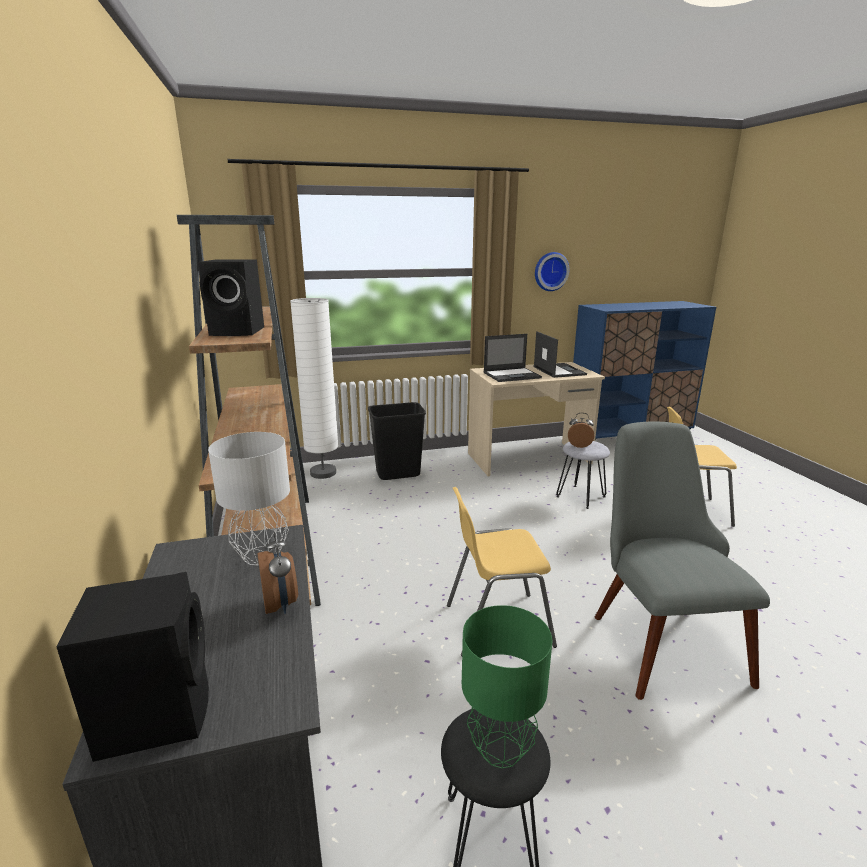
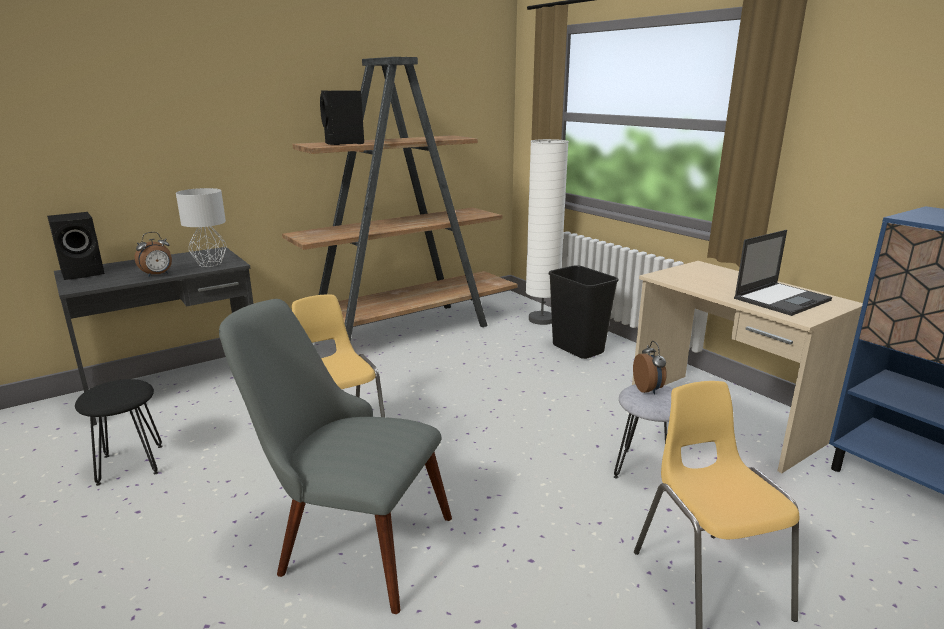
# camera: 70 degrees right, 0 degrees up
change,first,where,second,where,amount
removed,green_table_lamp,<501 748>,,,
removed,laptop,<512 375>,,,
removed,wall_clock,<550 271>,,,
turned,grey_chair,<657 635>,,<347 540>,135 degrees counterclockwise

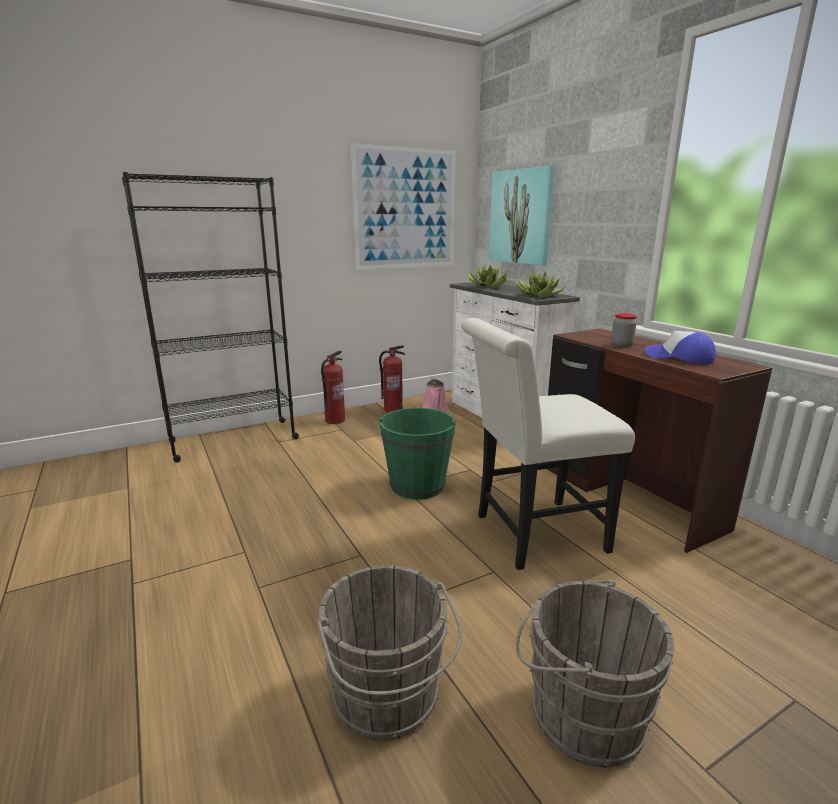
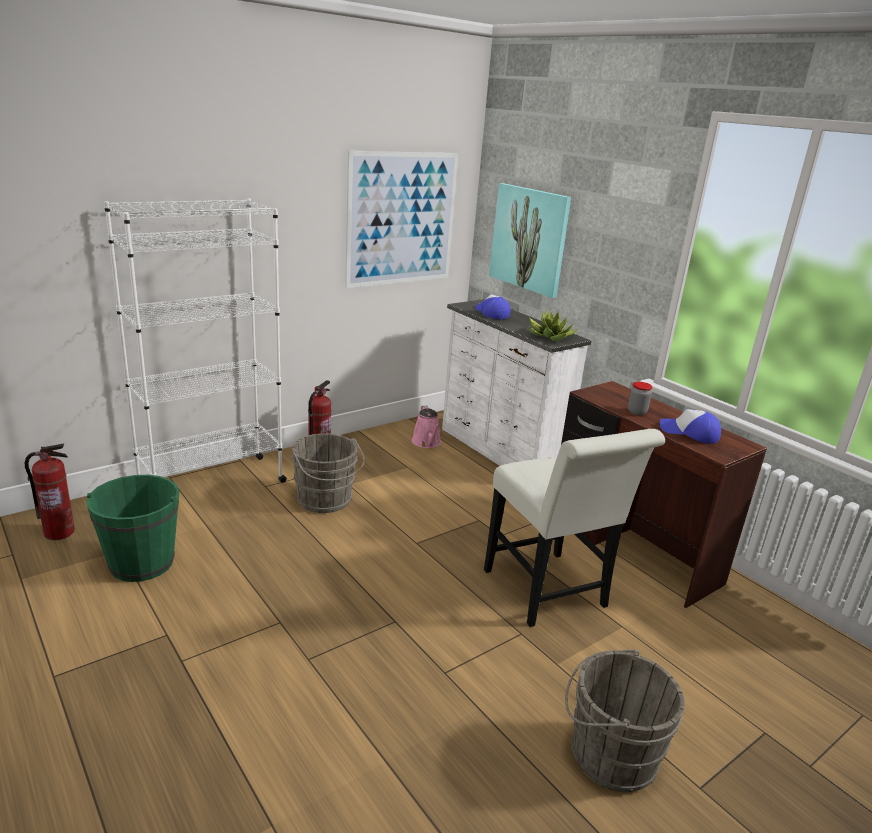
# camera: 10 degrees left, 5 degrees up
change,first,where,second,where,amount
recoloured,black_bookcase,<233 440>,white_bookcase,<212 484>,
moved,grey_bucket,<388 700>,,<326 501>,
moved,fire_extinguisher,<393 410>,,<60 532>,
moved,green_bucket,<417 485>,,<141 563>,
turned,white_chair,<531 534>,,<549 594>,90 degrees counterclockwise
replaced,potted_plant,<488 286>,cap,<491 313>,

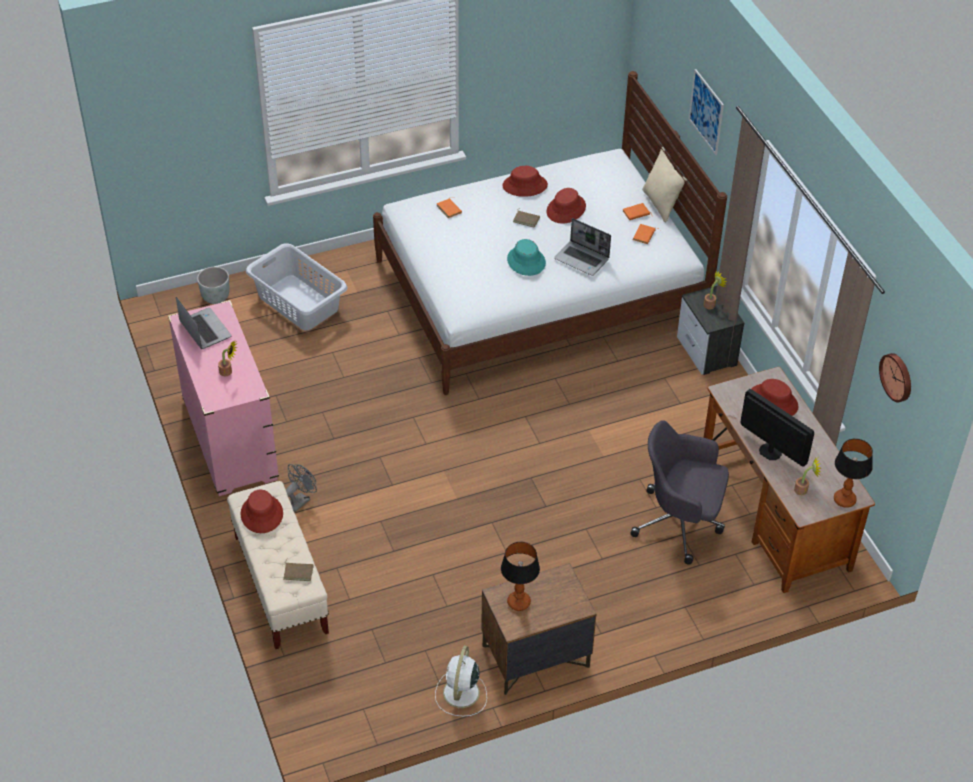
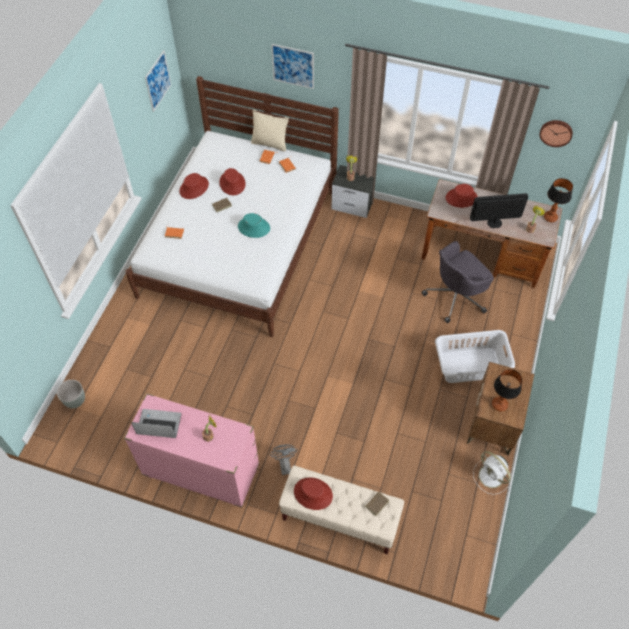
# camera: 50 degrees left, 10 degrees up
change,first,where,second,where,amount
moved,white_laundry_basket,<298 302>,,<469 365>,
removed,laptop,<582 259>,,,
added,,,picture,<158 81>,

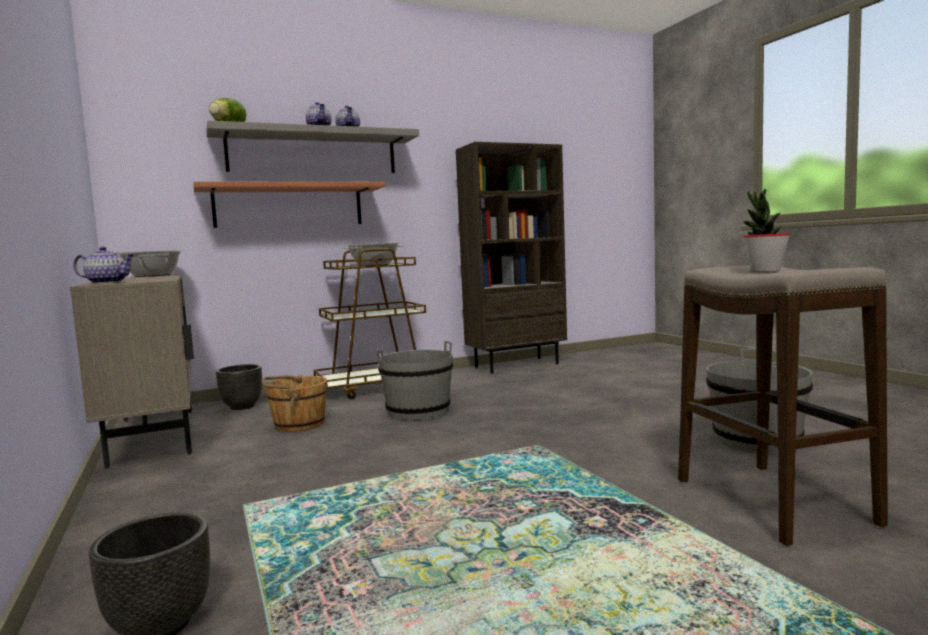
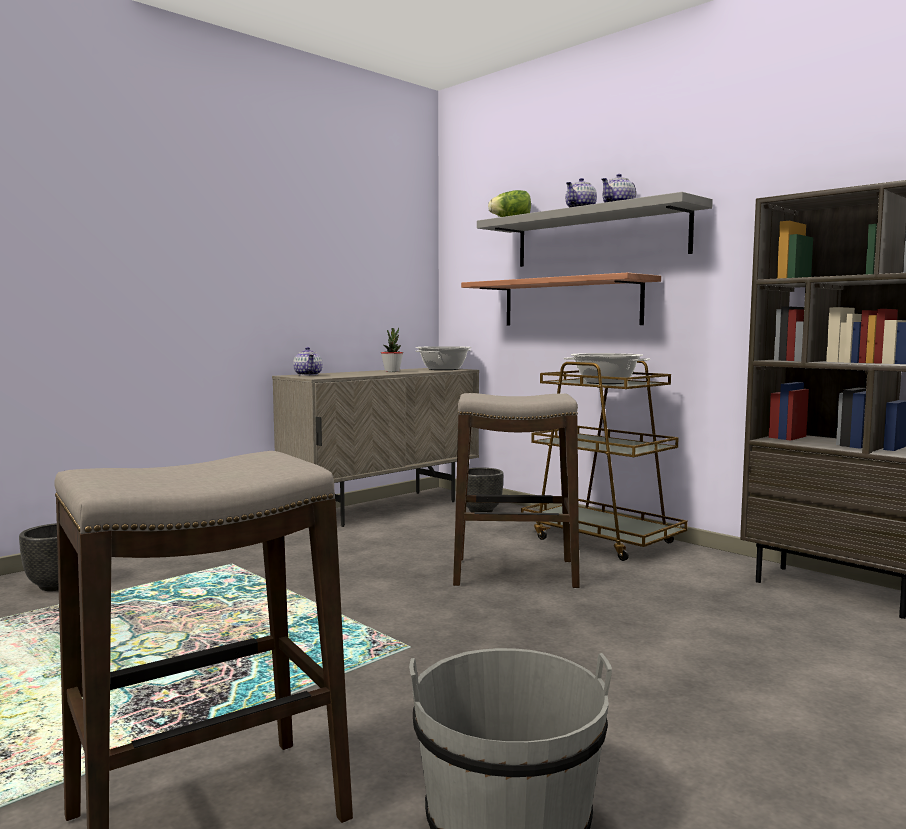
# camera: 70 degrees right, 0 degrees up
change,first,where,second,where,amount
removed,brown_bucket,<298 424>,,,
replaced,grey_bucket,<418 411>,stool,<514 573>,
moved,potted_plant,<765 271>,,<392 371>,

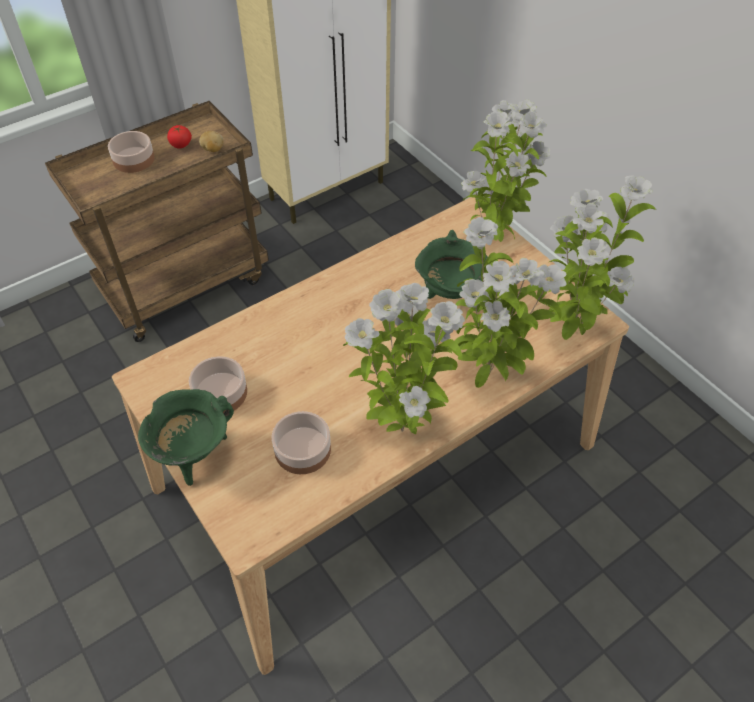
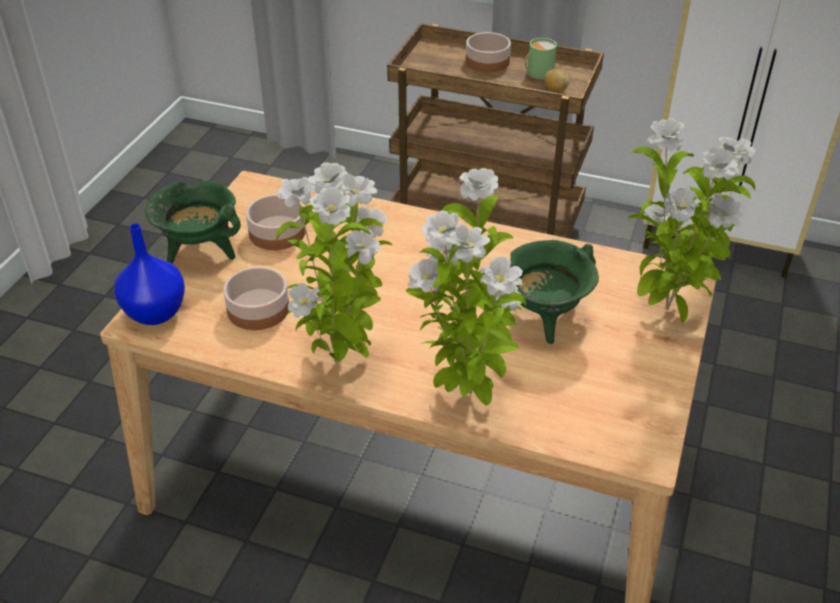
# camera: 55 degrees right, 10 degrees down
change,first,where,second,where,amount
replaced,tomato,<181 145>,green_mug,<537 73>,
removed,potted_plant,<571 330>,,,
added,,,blue_vase,<154 312>,

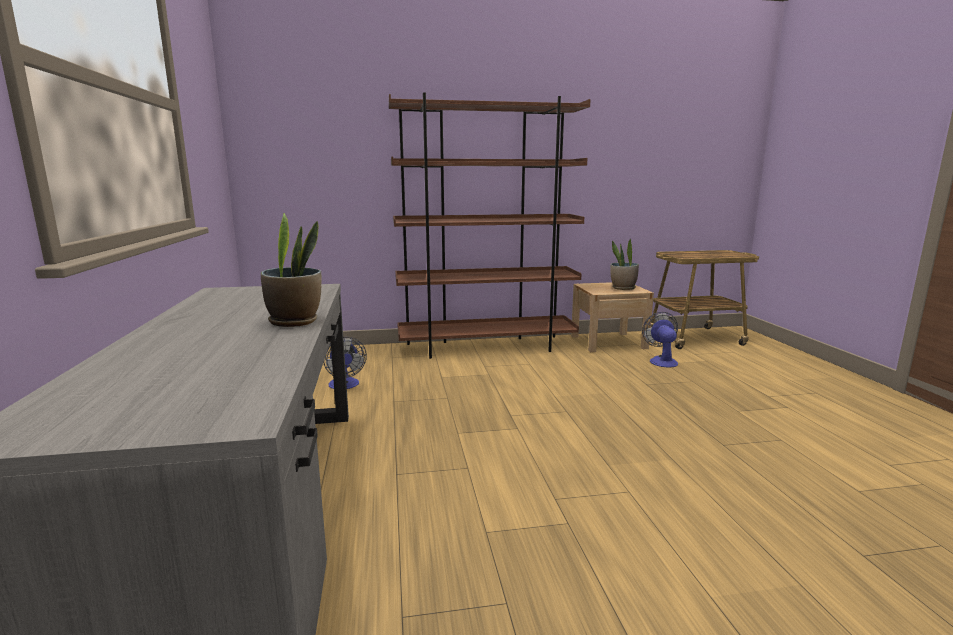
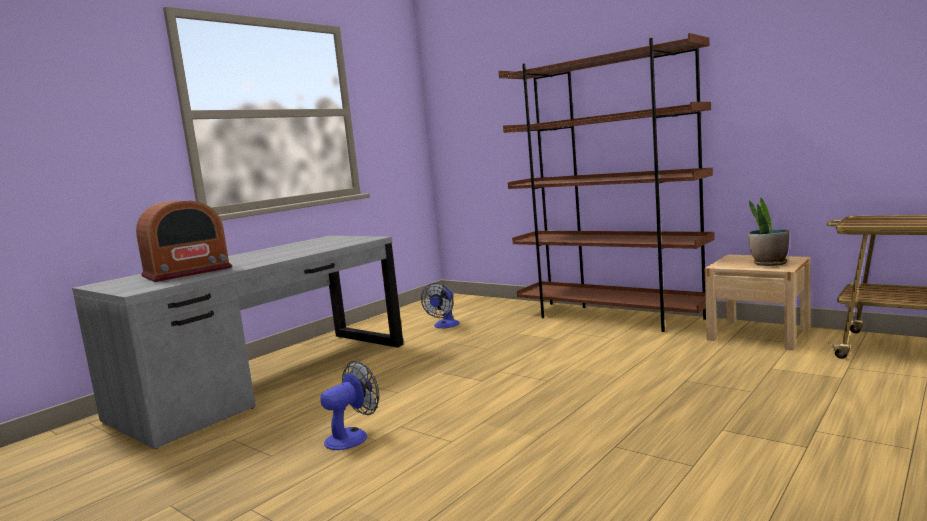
# camera: 50 degrees right, 5 degrees down
change,first,where,second,where,amount
removed,potted_plant,<295 321>,,,
moved,fan,<661 360>,,<352 436>,
added,,,radio,<187 272>,

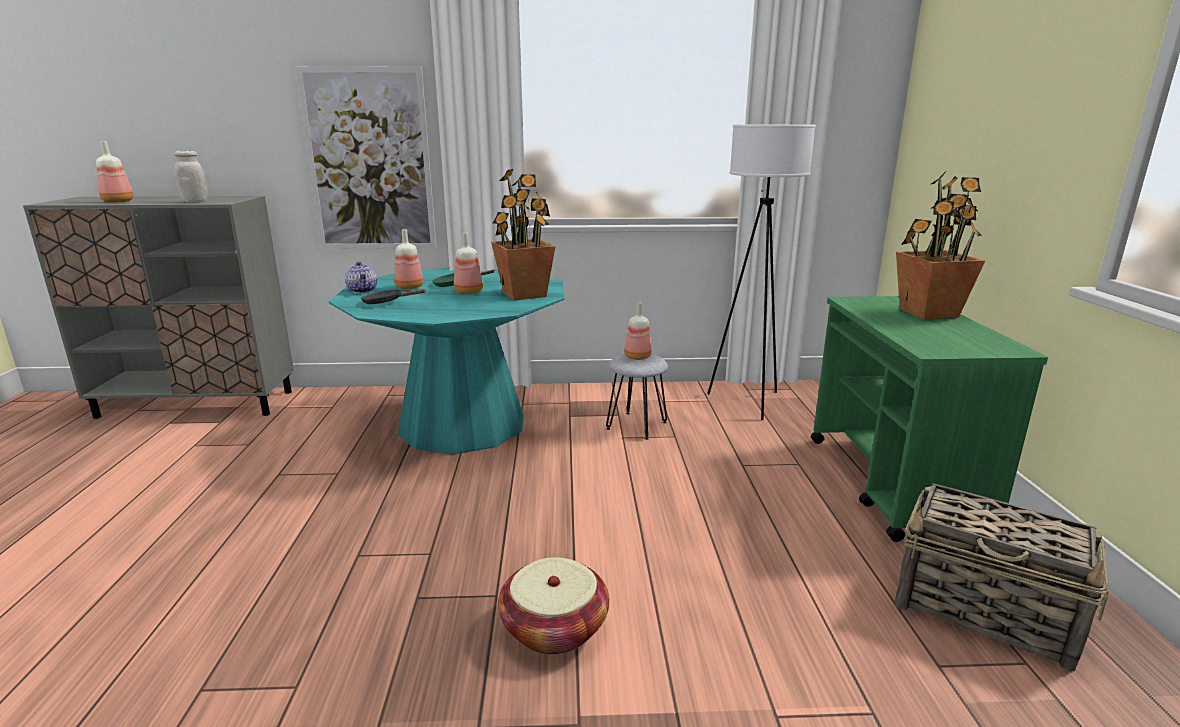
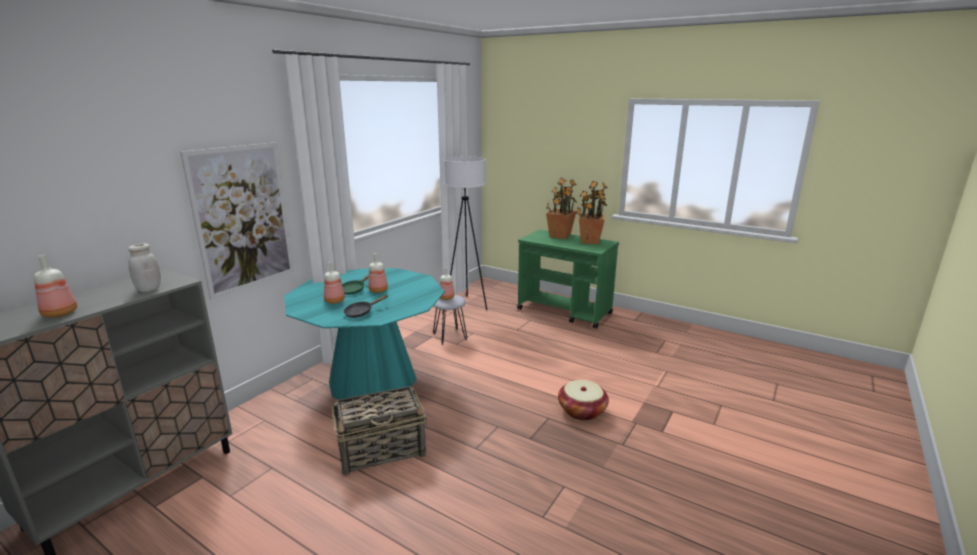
# camera: 55 degrees left, 0 degrees up
change,first,where,second,where,amount
removed,teapot,<363 290>,,,
moved,potted_plant,<525 294>,,<589 241>,
moved,basket,<986 611>,,<382 450>,

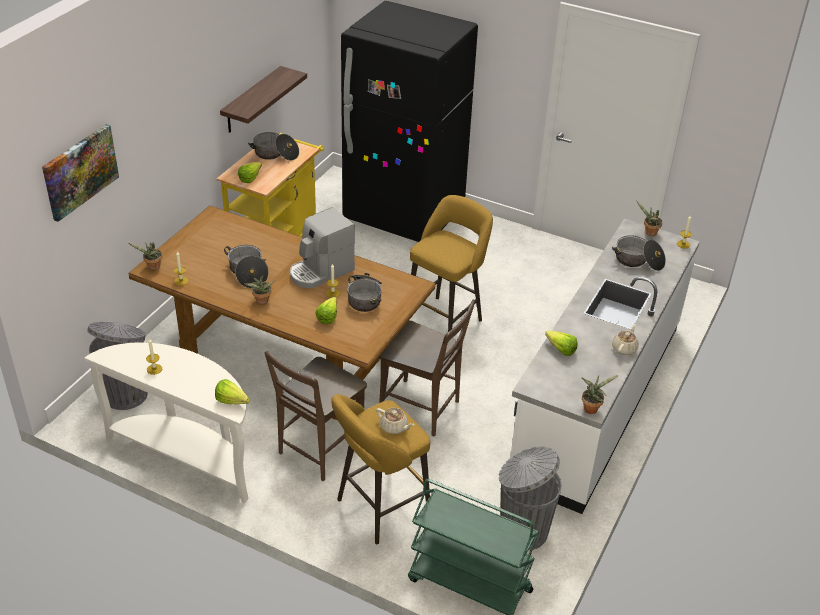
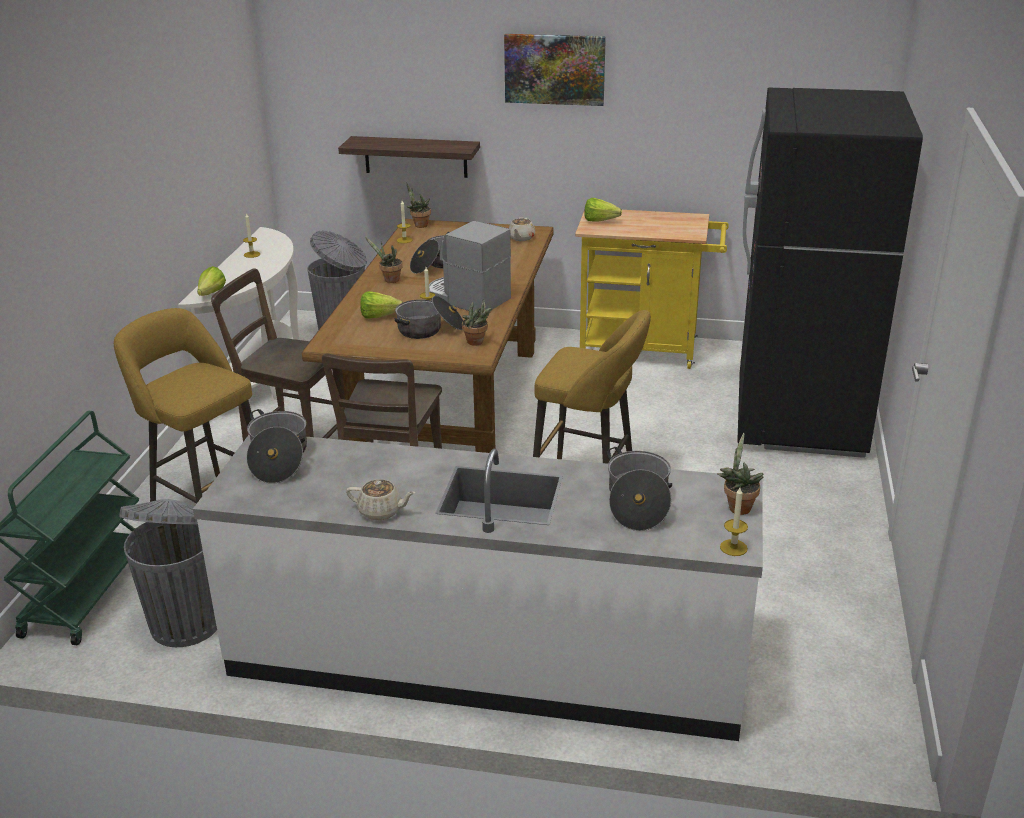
# camera: 75 degrees right, 10 degrees down
change,first,where,second,where,amount
moved,picture,<80 171>,,<554 69>,
moved,shelf,<252 100>,,<415 156>,
moved,cooking_pot,<275 154>,,<278 459>,
moved,beige_teapot,<394 427>,,<521 238>,
removed,lettuce,<559 348>,,,
moved,potted_plant,<591 408>,,<477 342>,

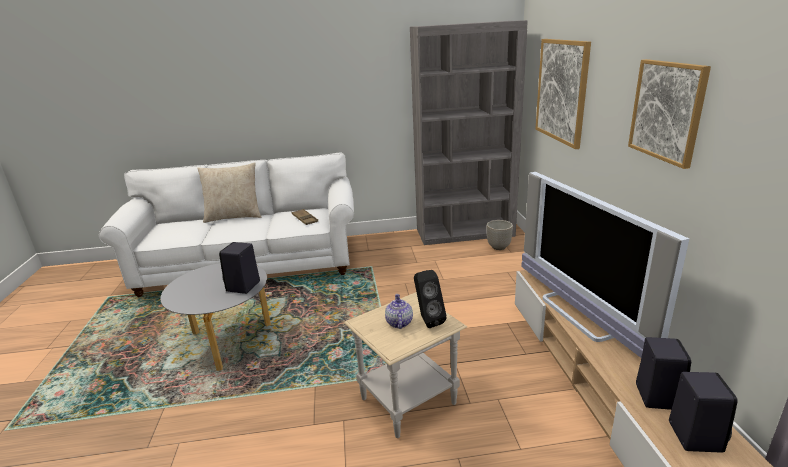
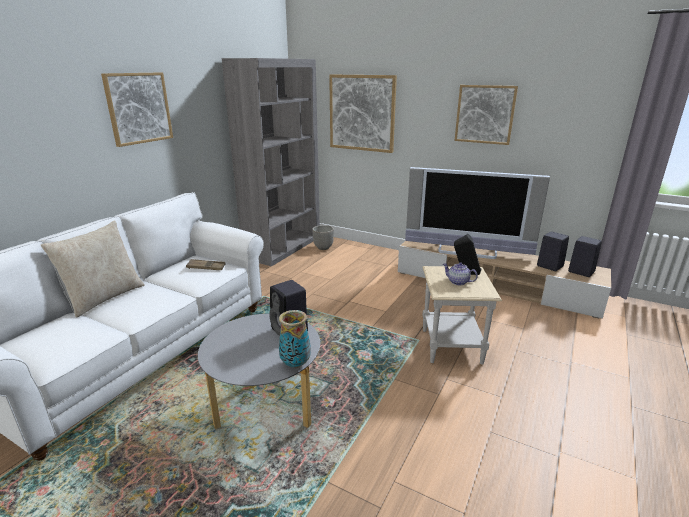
# camera: 55 degrees left, 0 degrees up
change,first,where,second,where,amount
added,,,picture,<138 108>,
added,,,vase,<295 364>,

